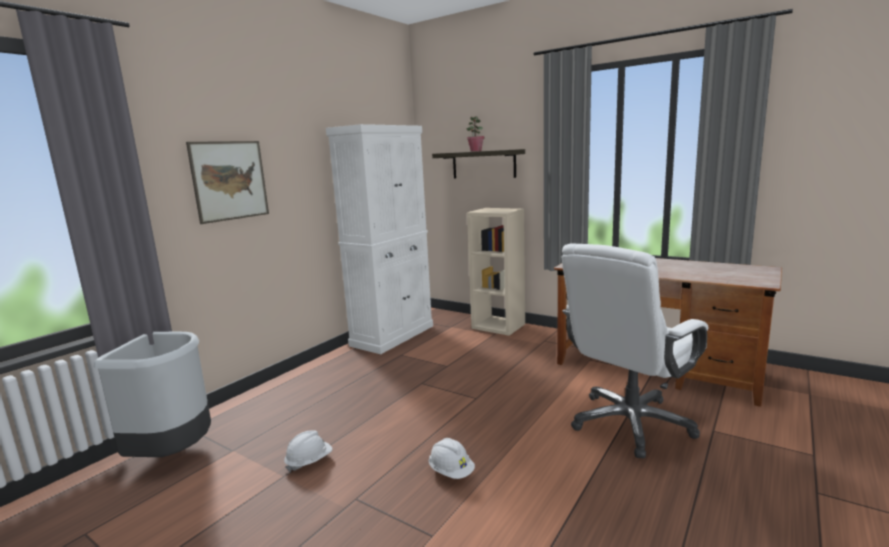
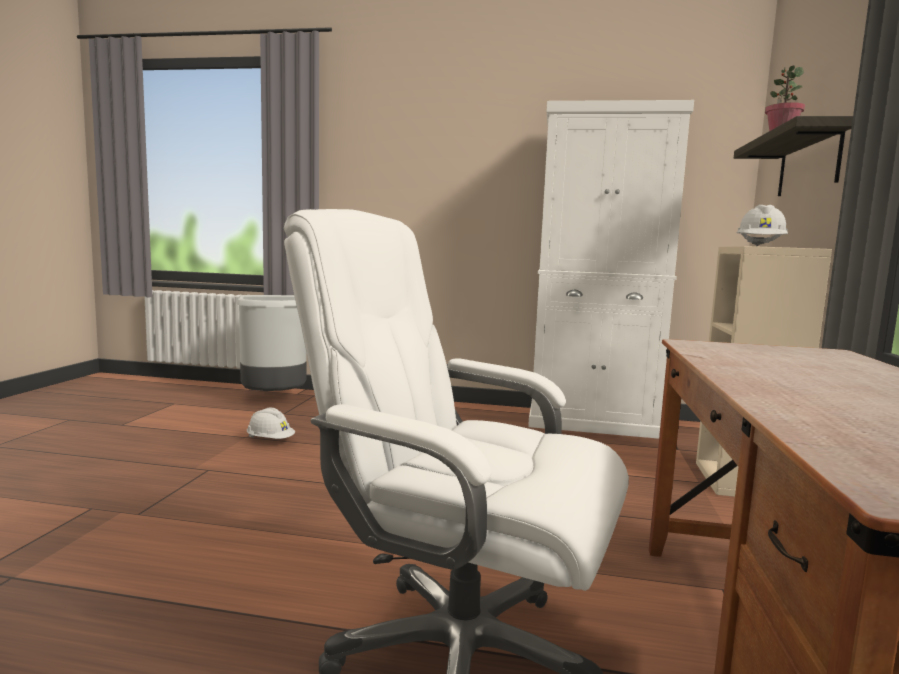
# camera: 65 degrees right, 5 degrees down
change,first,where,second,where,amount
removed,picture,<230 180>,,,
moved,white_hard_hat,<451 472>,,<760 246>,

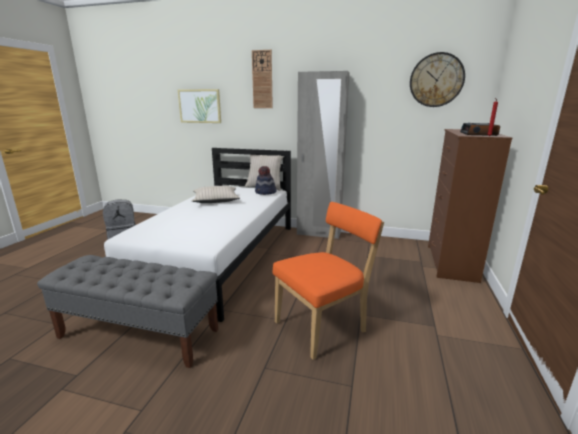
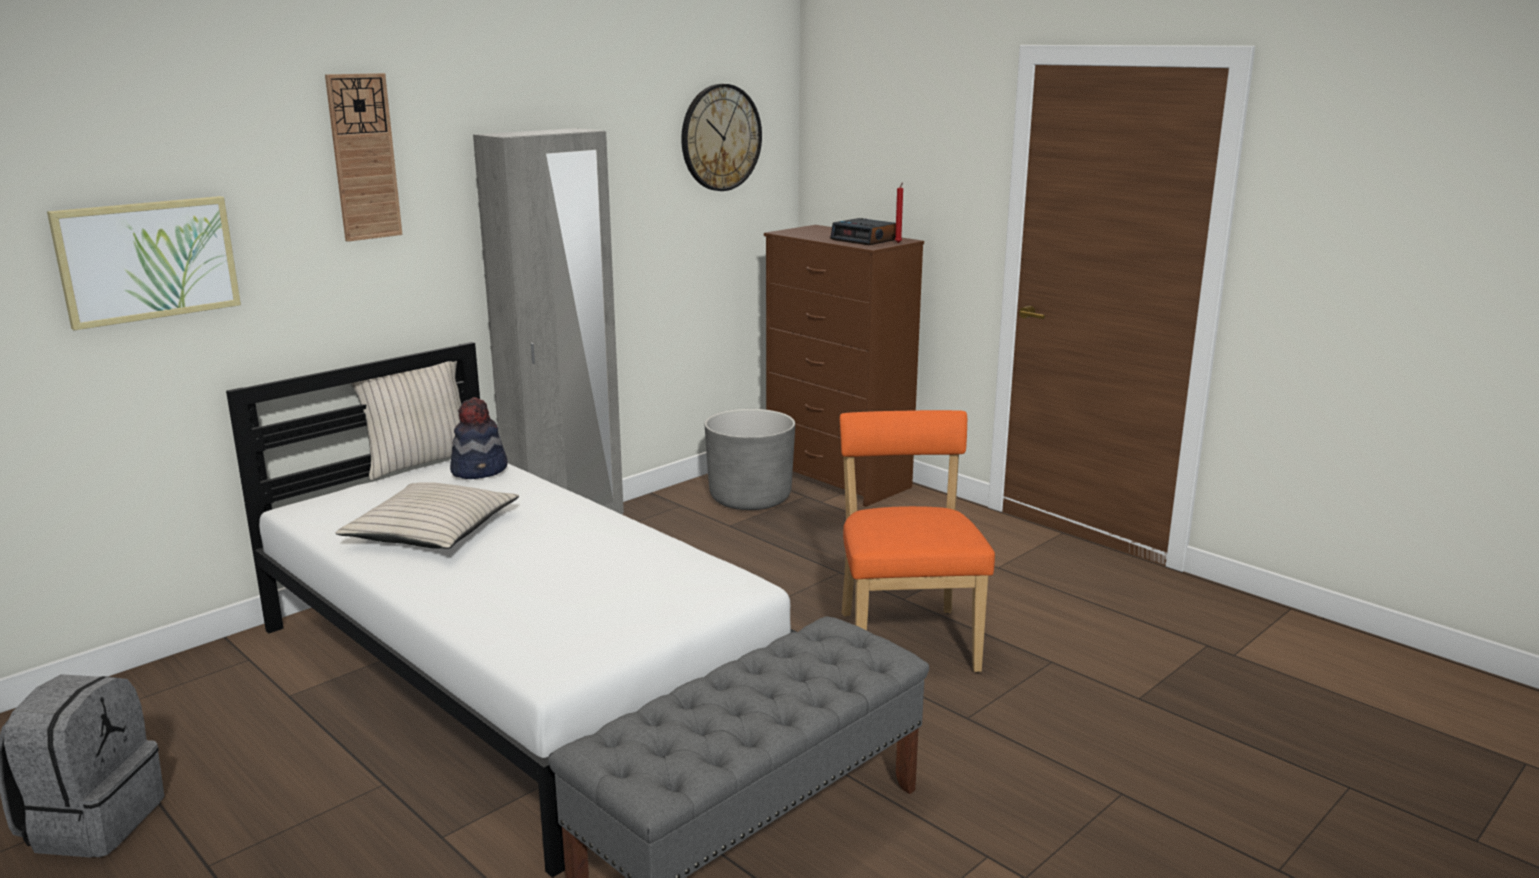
# camera: 60 degrees left, 0 degrees up
change,first,where,second,where,amount
added,,,grey_planter,<750 498>,

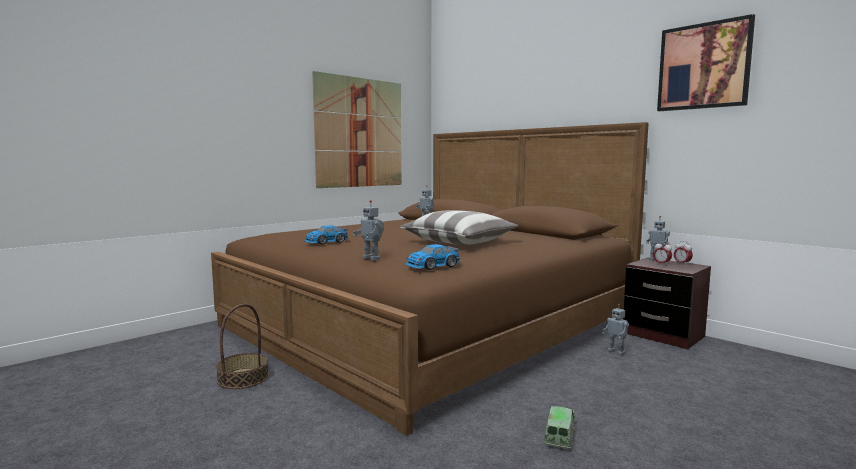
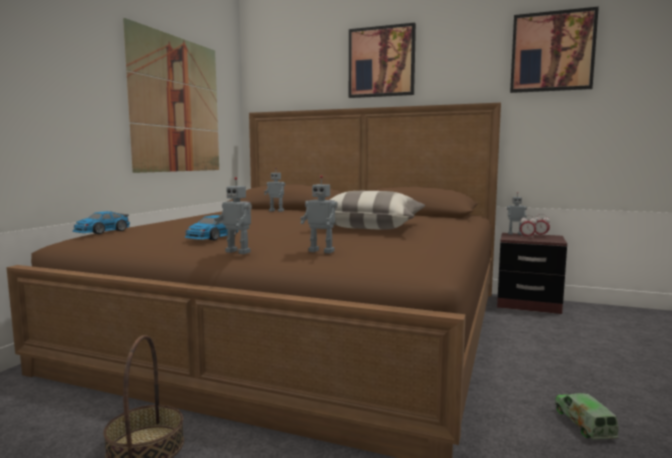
# camera: 25 degrees left, 0 degrees up
change,first,where,second,where,amount
moved,toy_car,<432 266>,,<102 231>,
moved,toy_robot,<616 352>,,<239 252>,
added,,,picture,<381 62>,

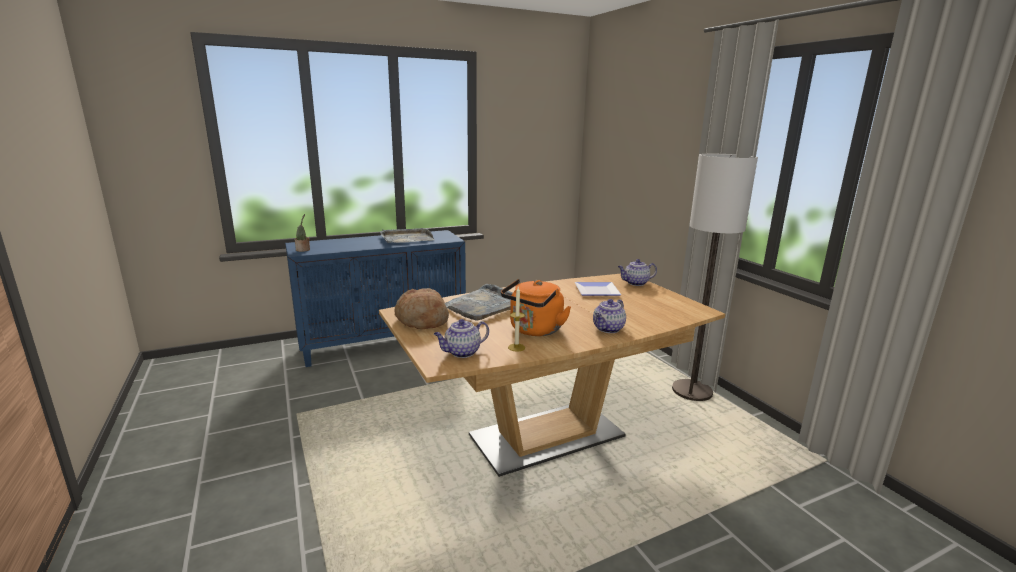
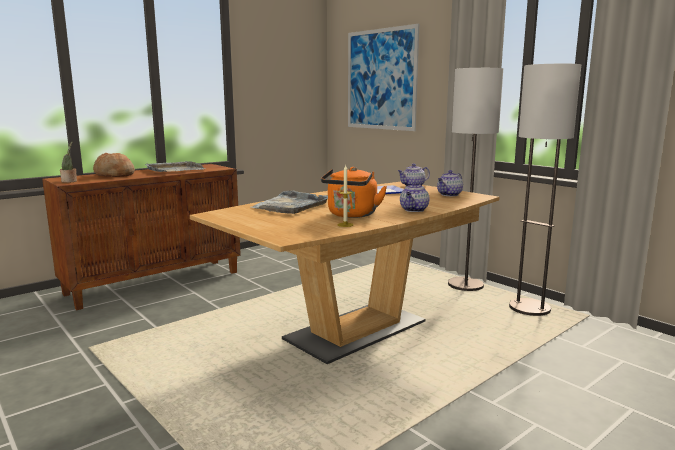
# camera: 15 degrees left, 5 degrees down
change,first,where,second,where,amount
recoloured,blue_cabinet,<384 343>,brown_cabinet,<155 282>,
moved,bread,<422 320>,,<114 175>,
moved,teapot,<461 352>,,<449 195>,
added,,,picture,<381 79>,
added,,,floor_lamp,<529 309>,

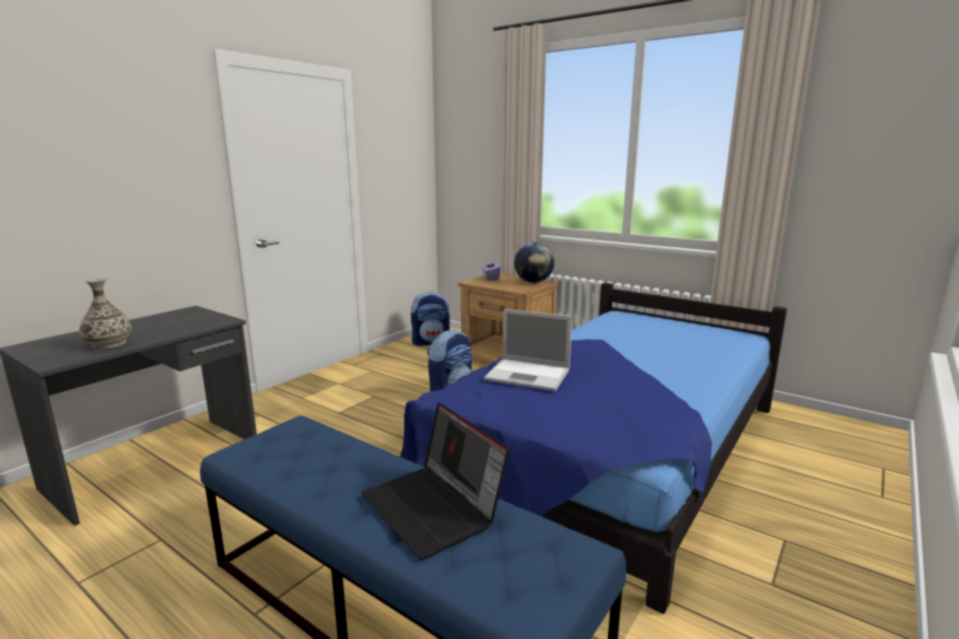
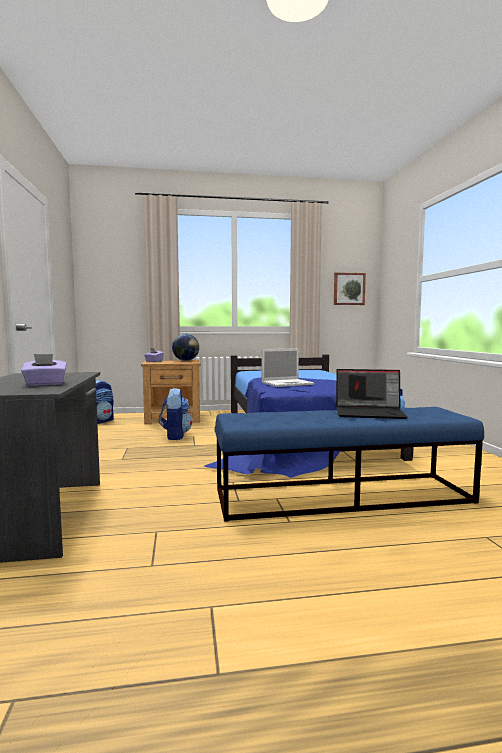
# camera: 45 degrees left, 10 degrees down
change,first,where,second,where,amount
replaced,vase,<109 344>,purple_tissue_box,<45 384>,
added,,,picture,<349 289>,

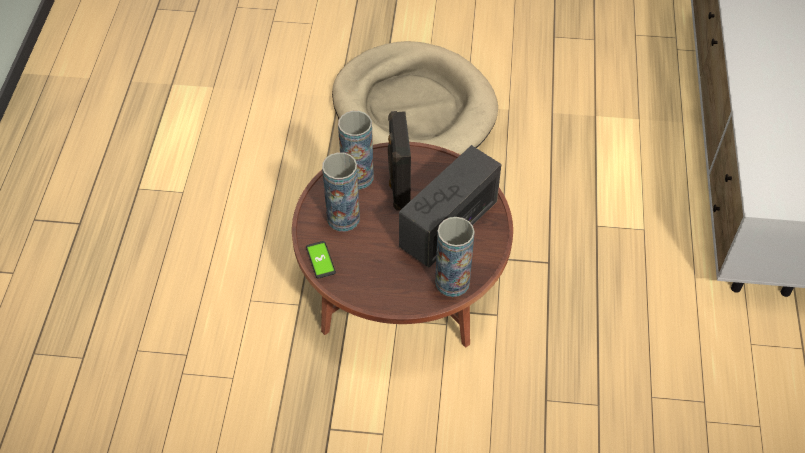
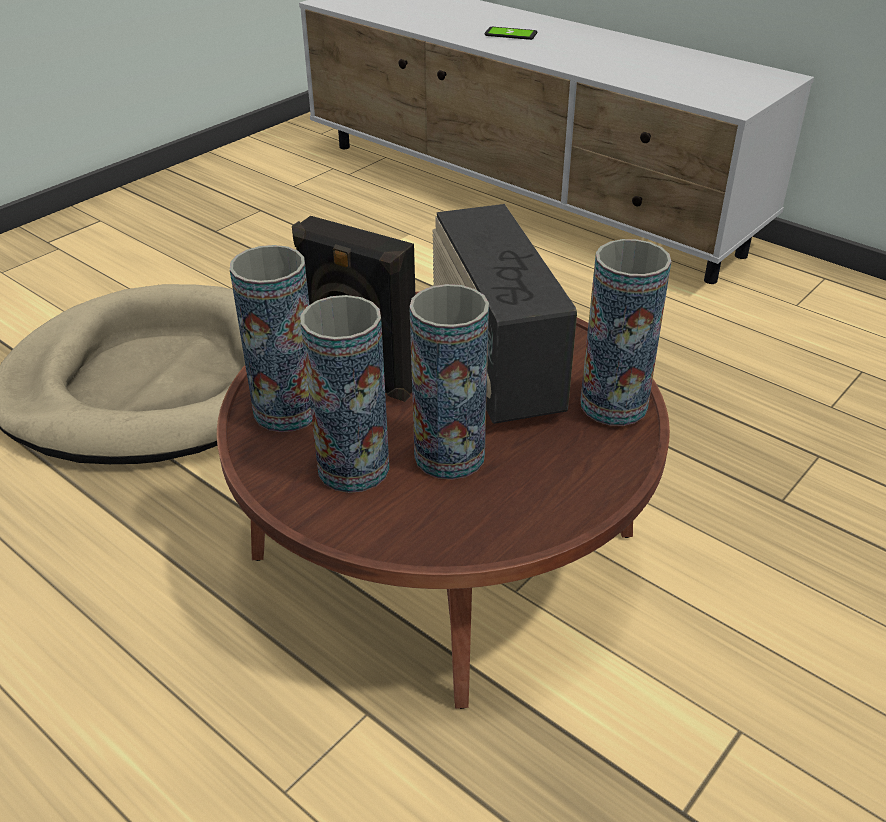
# camera: 55 degrees left, 15 degrees down
change,first,where,second,where,amount
moved,phone,<320 260>,,<510 34>,
added,,,vase,<449 455>,

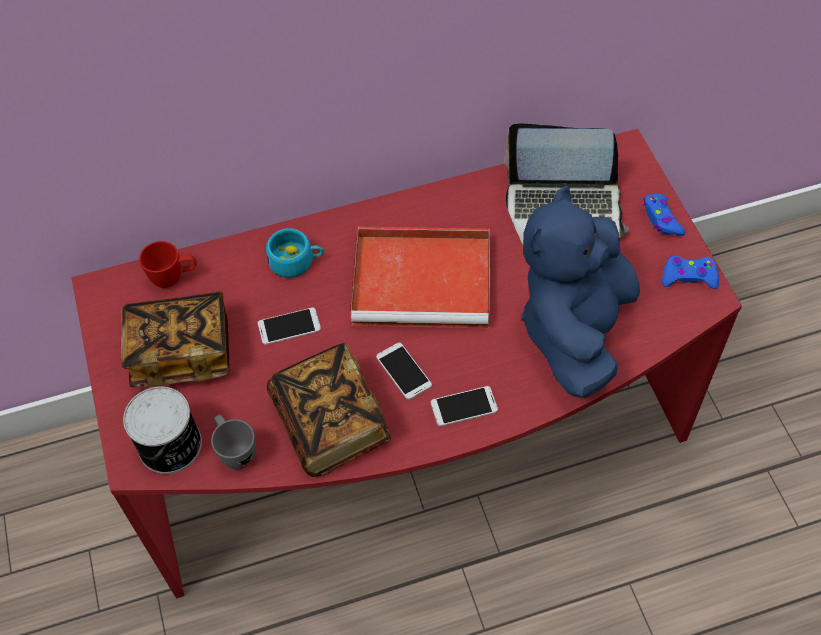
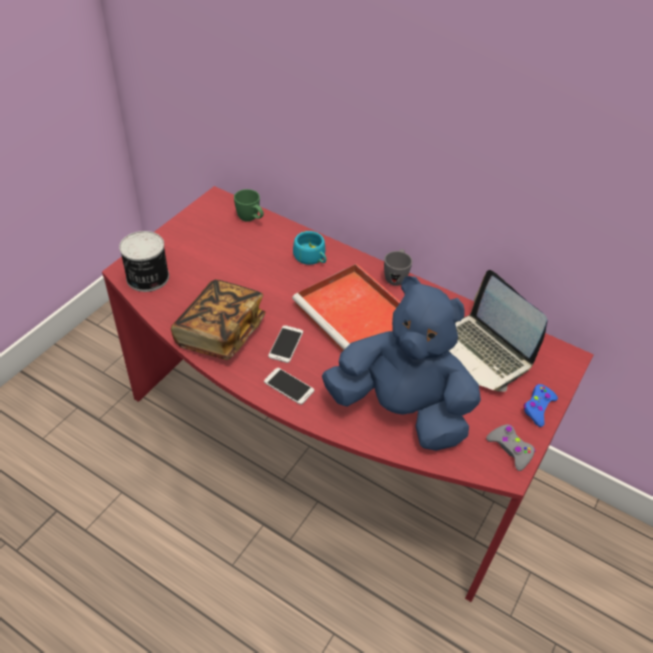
# camera: 45 degrees right, 10 degrees down
change,first,where,second,where,amount
removed,book,<182 352>,,,
recoloured,red_mug,<174 278>,green_mug,<251 219>,
moved,grey_mug,<235 451>,,<396 277>,
removed,phone,<289 326>,,,
turned,blue_plush_toy,<575 330>,,<400 410>,45 degrees clockwise
recoloured,blue_game_controller,<688 276>,grey_game_controller,<510 449>,

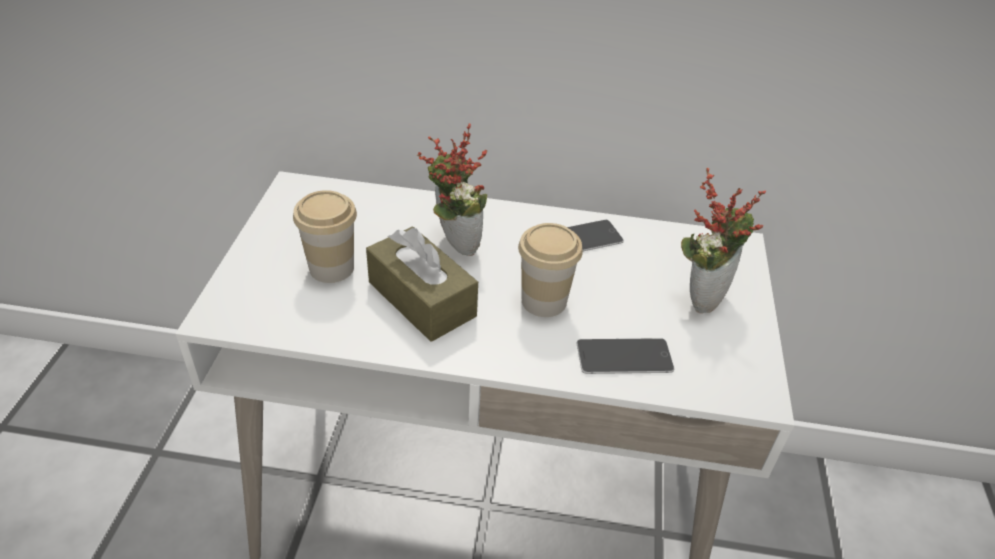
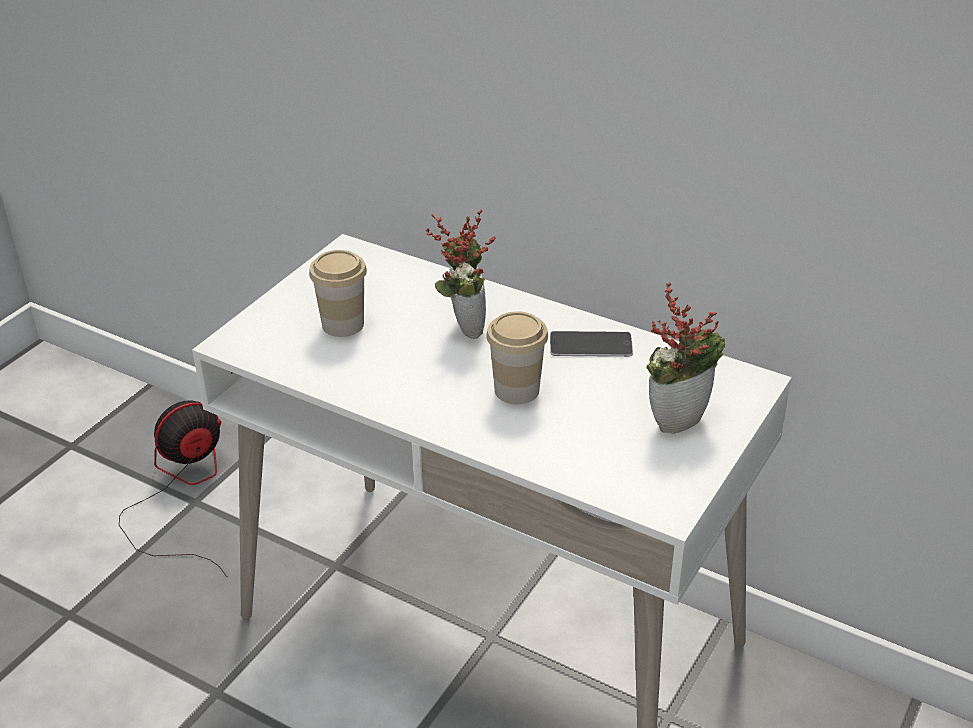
# camera: 25 degrees right, 5 degrees down
change,first,where,second,where,amount
removed,brown_tissue_box,<422 299>,,,
removed,phone,<624 356>,,,
added,,,fan,<183 492>,

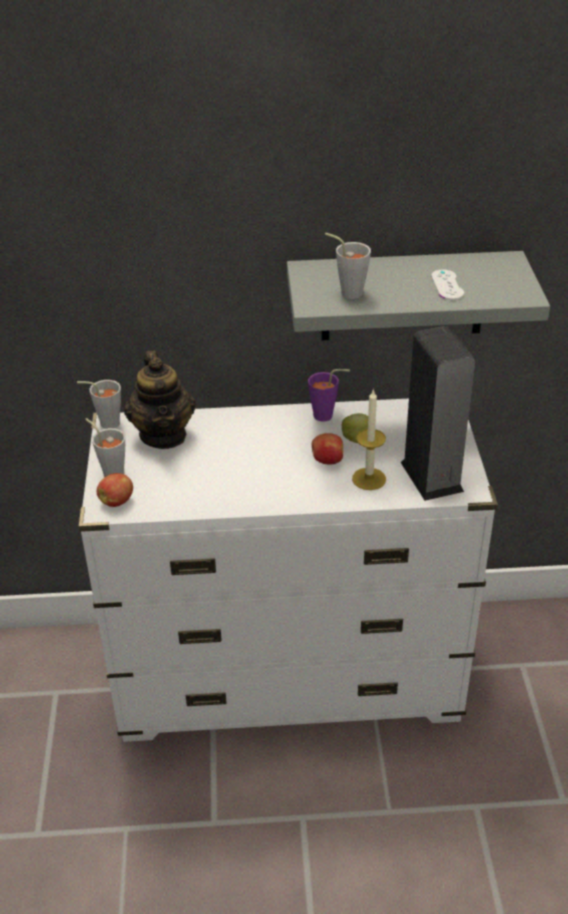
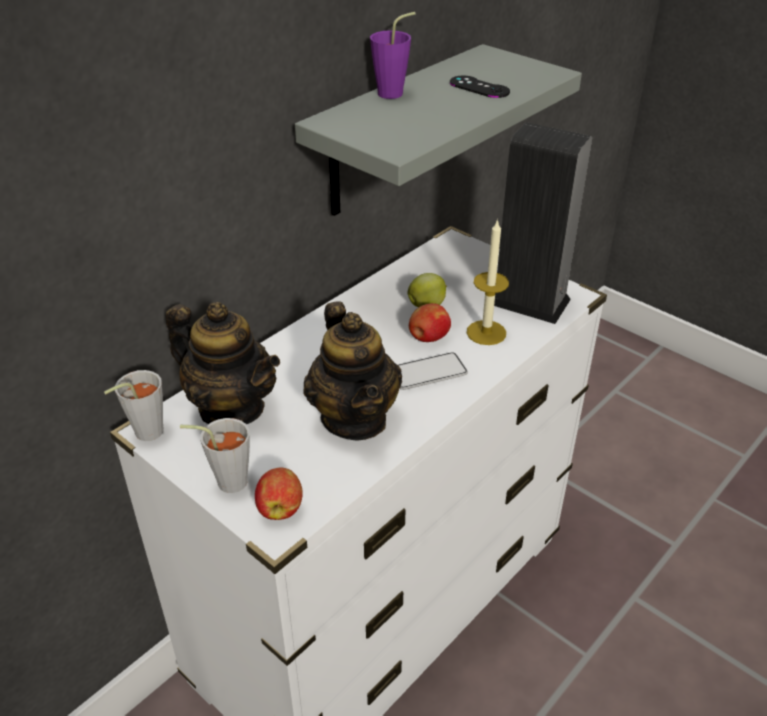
# camera: 45 degrees left, 0 degrees up
change,first,where,second,where,amount
moved,purple_cup,<327 416>,,<395 92>,
removed,grey_cup,<347 291>,,,
recoloured,white_game_controller,<447 285>,black_game_controller,<479 87>,
added,,,teapot,<355 418>,
added,,,phone,<428 372>,

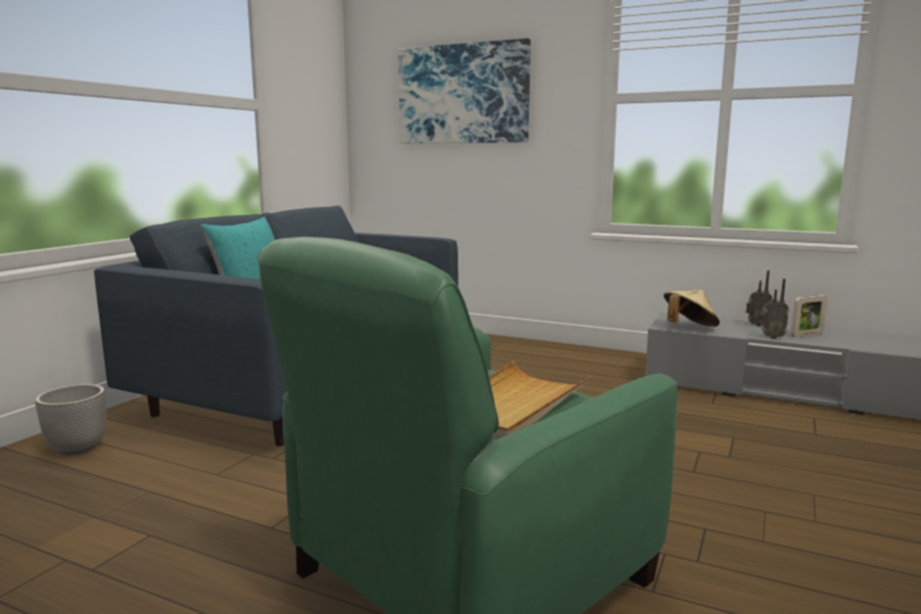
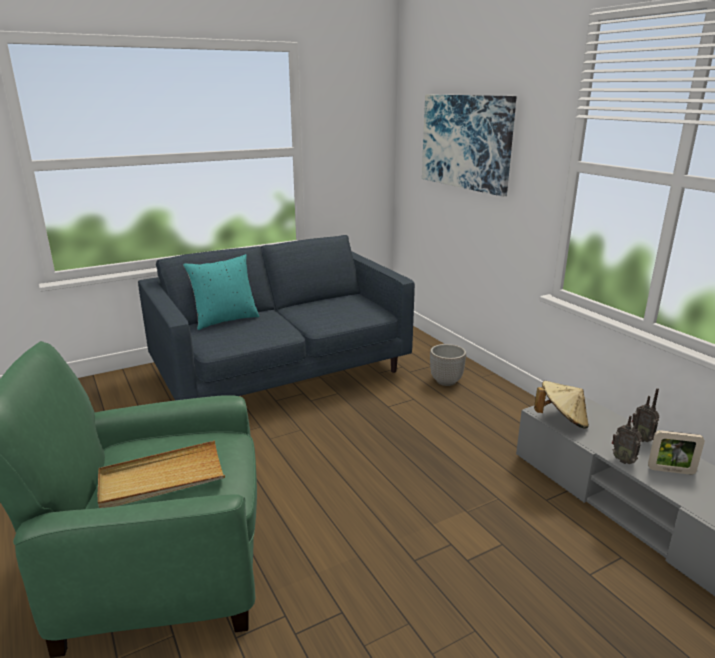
# camera: 35 degrees right, 10 degrees up
change,first,where,second,where,amount
moved,planter,<78 448>,,<446 381>,

